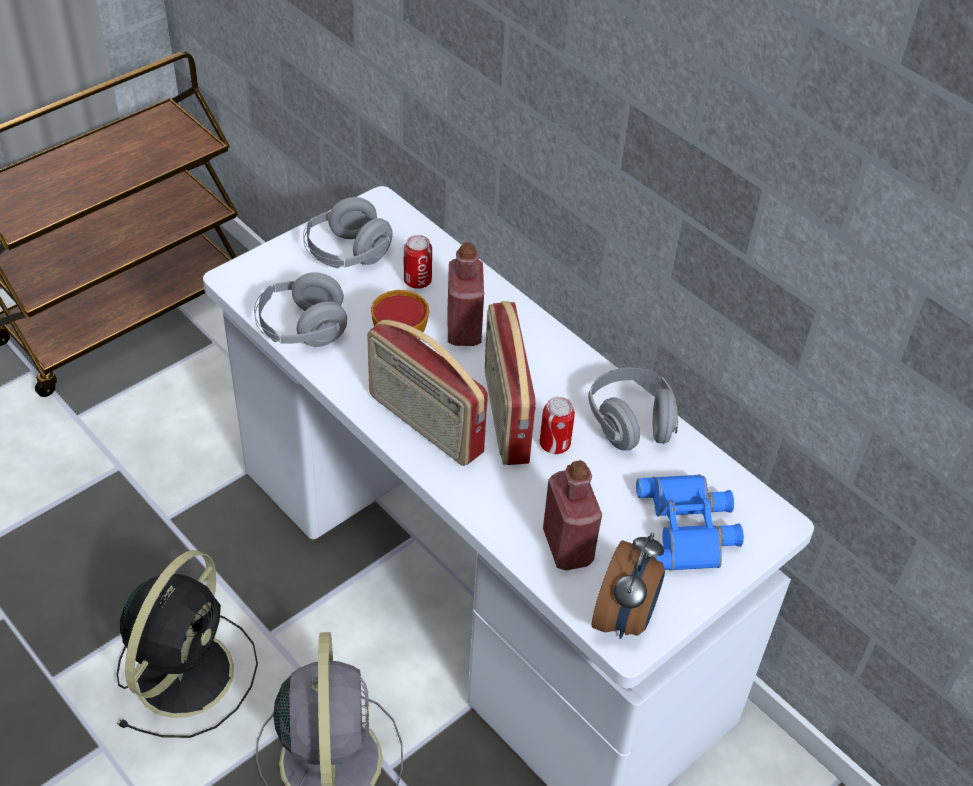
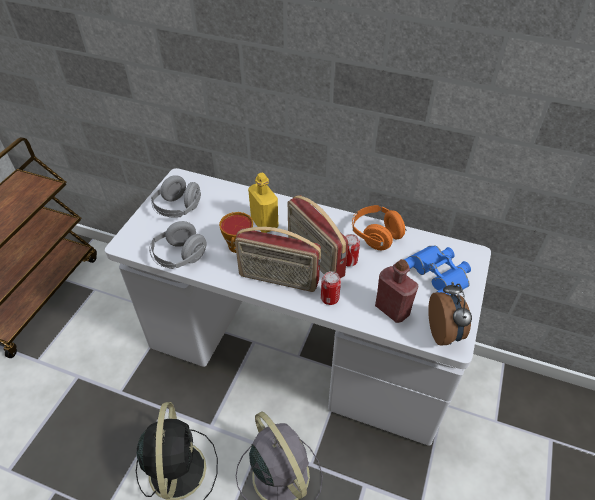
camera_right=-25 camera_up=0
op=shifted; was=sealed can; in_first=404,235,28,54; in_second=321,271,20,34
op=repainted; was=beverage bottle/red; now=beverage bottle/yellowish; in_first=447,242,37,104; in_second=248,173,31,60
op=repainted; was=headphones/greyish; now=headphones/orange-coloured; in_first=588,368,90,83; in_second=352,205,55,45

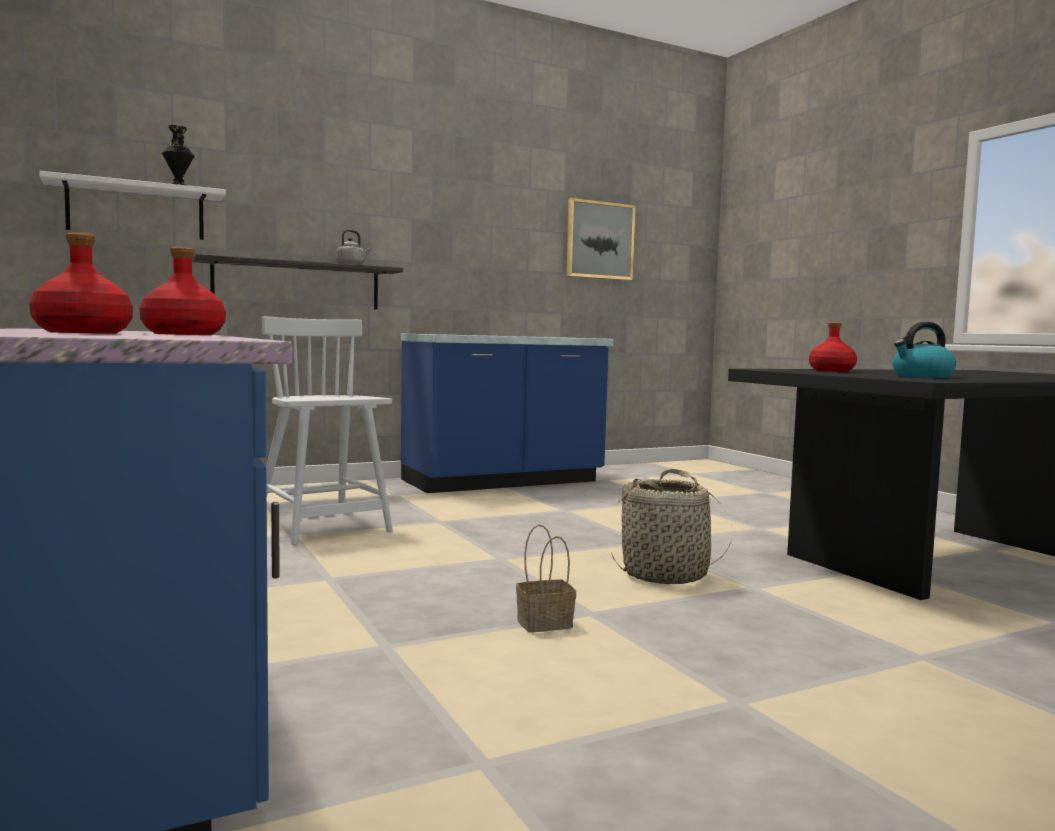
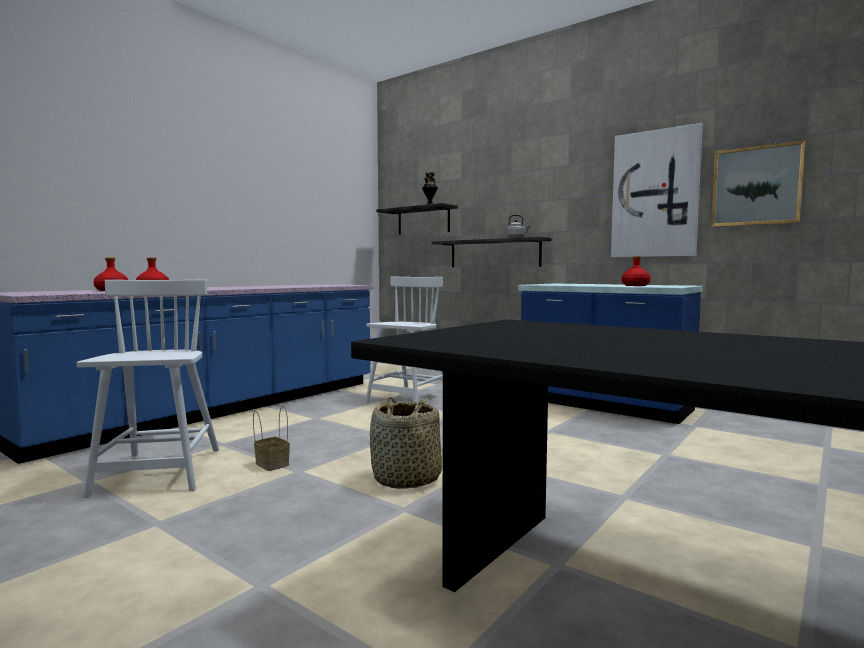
camera_right=65 camera_up=0
op=repainted; was=wall shelf/white-coloured; now=wall shelf/black-coloured; in_first=39,171,187,69; in_second=376,203,82,32
op=shifted; was=beverage bottle/red; in_first=809,322,48,50; in_second=622,256,29,30
op=gone; was=kettle; in_first=892,322,64,56
op=new; now=wall art; in_second=611,123,92,134
op=new; now=plain chair/white-coloured; in_second=77,279,142,219

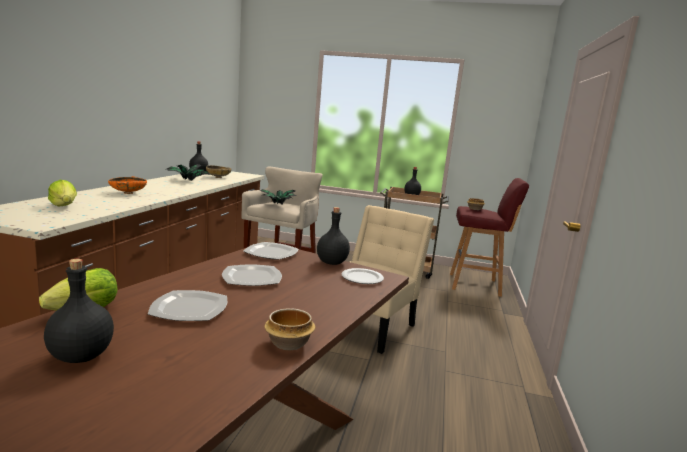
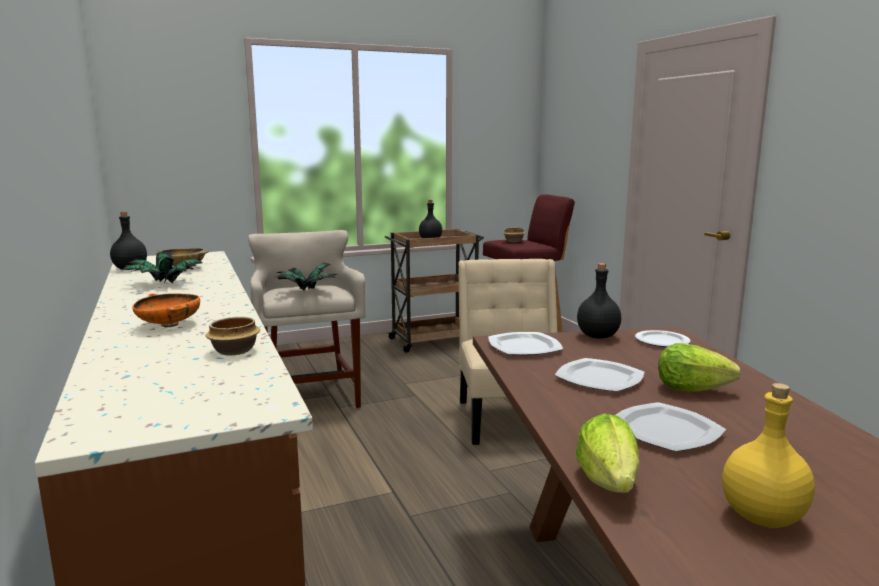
camera_right=-35 camera_up=0
op=shifted; was=lettuce head; in_first=48,180,29,26; in_second=658,343,83,49
op=repainted; was=beverage bottle/black-coloured; now=beverage bottle/yellowish; in_first=44,259,70,104; in_second=722,383,93,145
op=shifted; was=deep dish; in_first=264,308,51,42; in_second=206,317,54,39

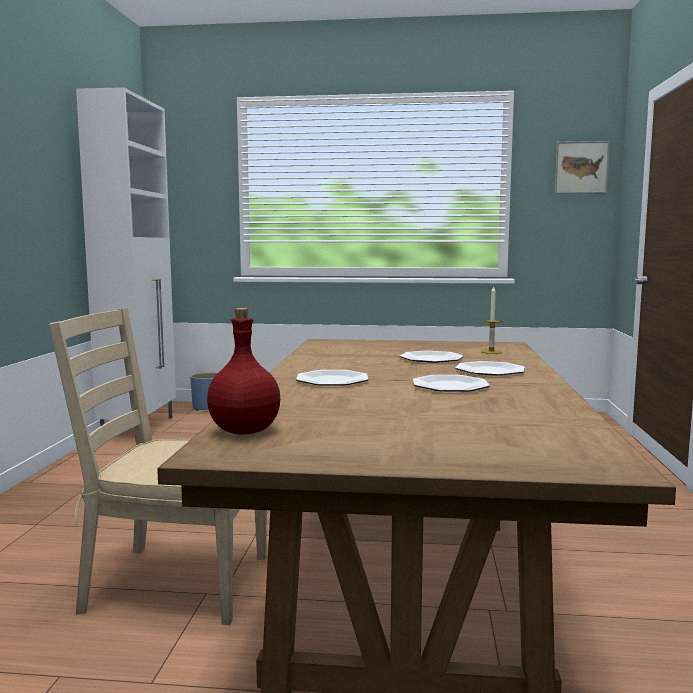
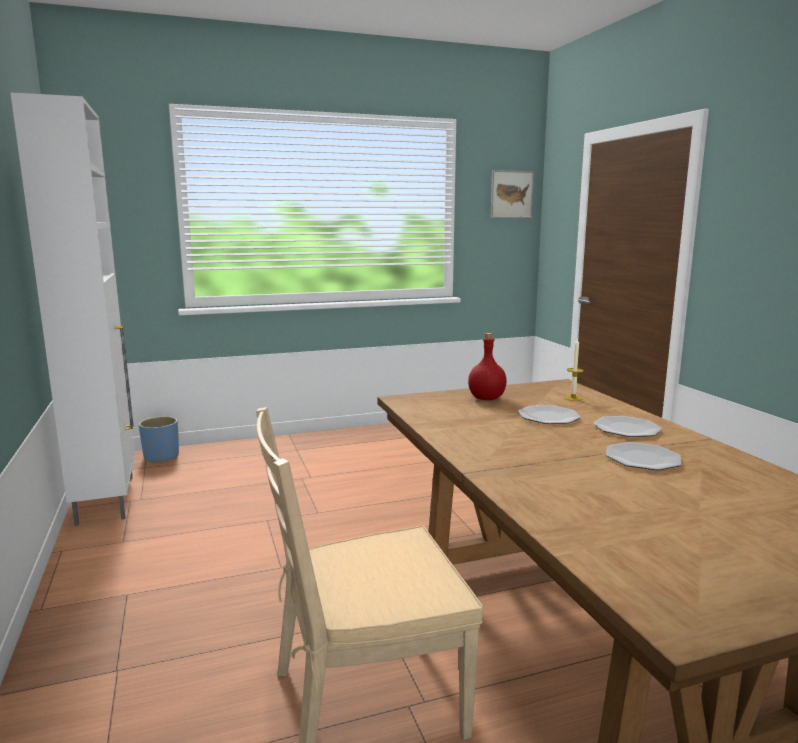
camera_right=-25 camera_up=5
op=shifted; was=beverage bottle/red; in_first=207,308,73,126; in_second=468,333,39,67
op=gone; was=flat dish; in_first=296,370,73,16

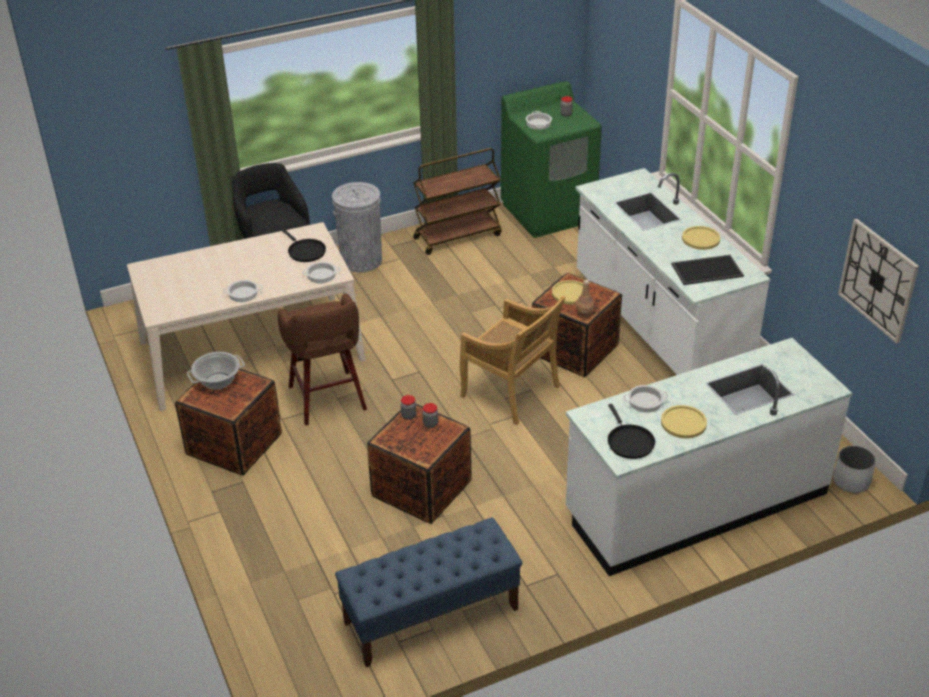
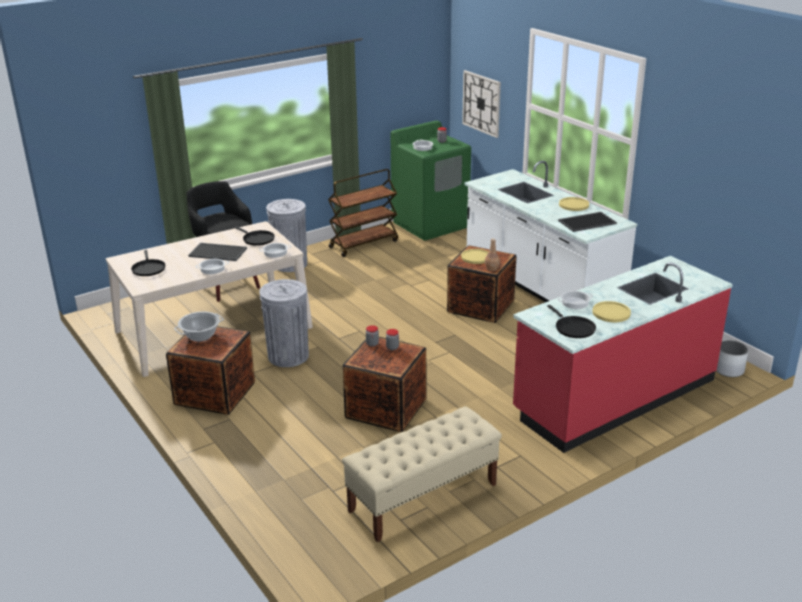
camera_right=-10 camera_up=-10
op=shifted; was=wall clock; in_first=838,219,81,125; in_second=462,70,39,68
op=swapped; was=sitting stool/brownish; now=rubbish bin/greyish; in_first=278,293,89,133; in_second=259,279,50,88
op=gone; was=plain chair/sand-coloured; in_first=460,296,105,129
op=repainted; was=kitchen base unit/white-coloured; now=kitchen base unit/red; in_first=566,338,286,238; in_second=513,256,220,197
op=repainted; was=long seat/bluish; now=long seat/sand-coloured; in_first=335,517,187,150; in_second=342,406,160,136
op=new; now=carrying tray; in_second=188,243,59,18
op=new; now=skillet/black-coloured; in_second=131,250,34,26

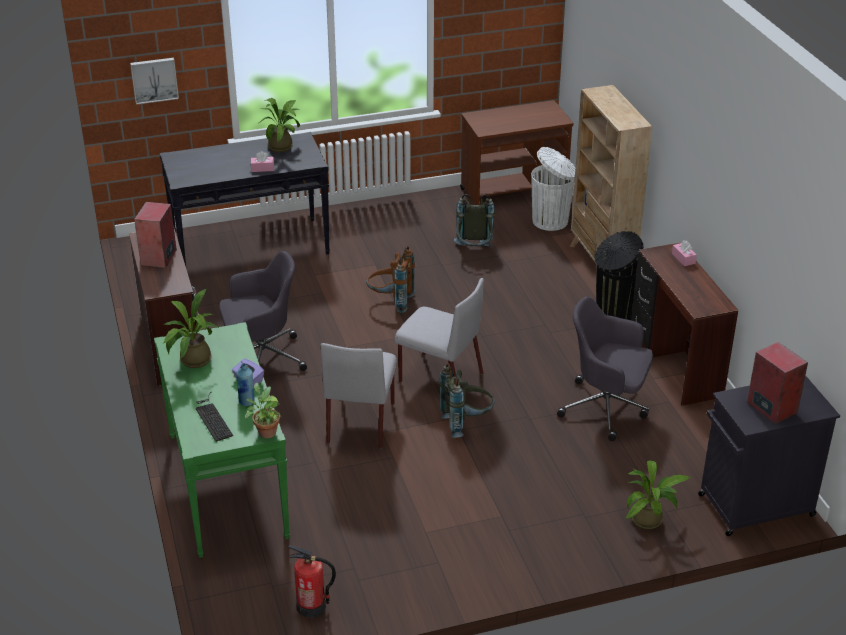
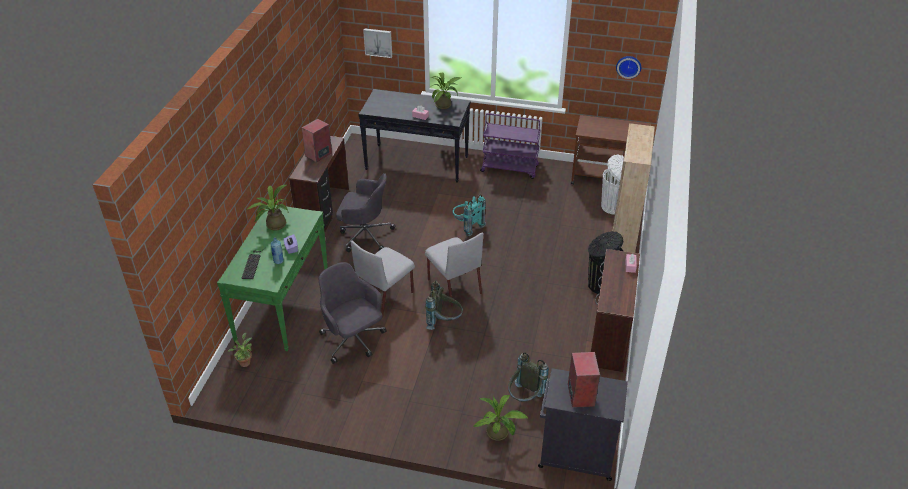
camera_right=30 camera_up=5
op=shifted; was=knapsack/greyish; in_first=454,194,41,52; in_second=508,352,41,50
op=repainted; was=knapsack/brownish; now=knapsack/turquoise-coloured; in_first=366,246,49,67; in_second=452,194,34,42
op=shifted; was=office chair/greyish; in_first=557,296,96,145; in_second=318,262,69,102
op=shifted; was=plant in a pot; in_first=245,383,37,55; in_second=228,333,24,34
op=gone; was=extinguisher; in_first=289,545,47,72
op=new; now=wall clock; in_second=616,56,25,23
op=new; now=wheeled cart/purple; in_second=480,113,61,66

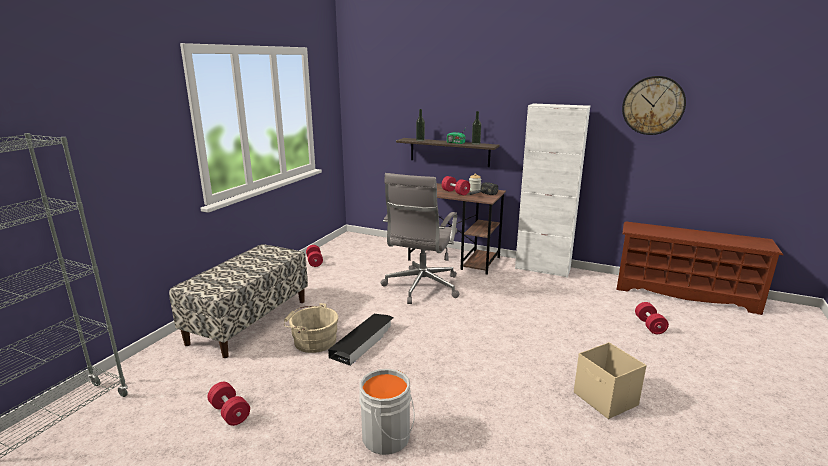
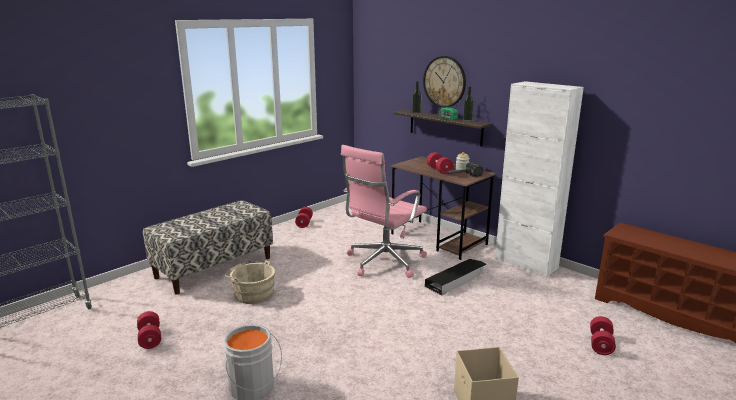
camera_right=20 camera_up=0
op=shifted; was=wall clock; in_first=622,76,64,59; in_second=423,56,43,52
op=repainted; was=office chair/greyish; now=office chair/pink-coloured; in_first=381,173,79,131; in_second=341,145,86,133
op=shifted; was=storage box/black-coloured; in_first=328,314,65,52; in_second=425,259,62,36

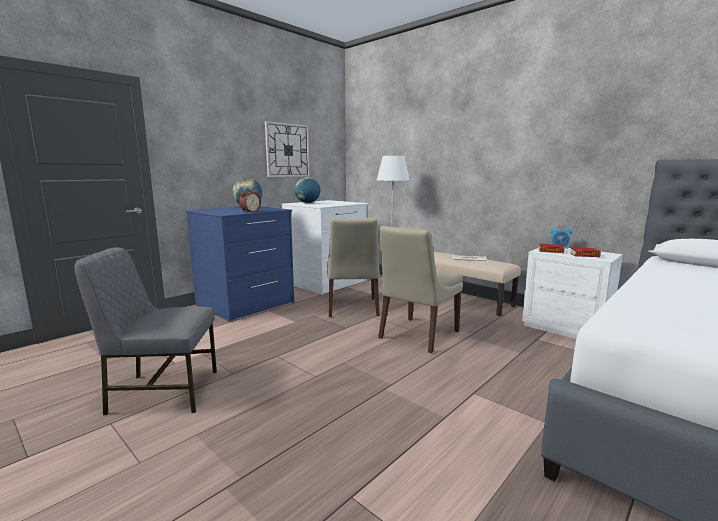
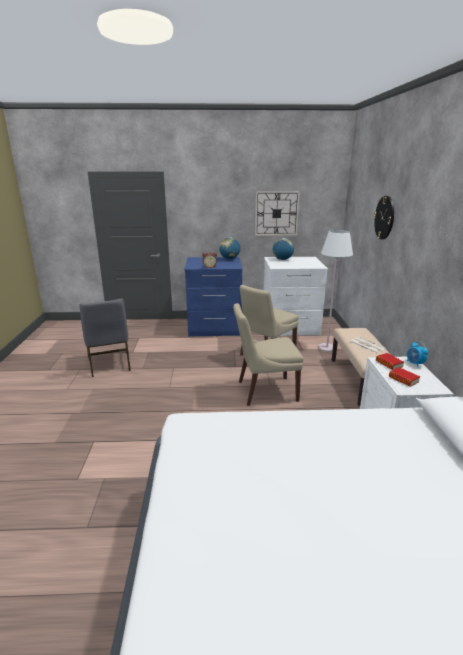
camera_right=45 camera_up=10
op=rotated; was=plain chair/greyish; in_first=74,247,143,168; in_second=79,298,52,79; clockwise=-150
op=new; now=wall clock; in_second=373,196,21,44

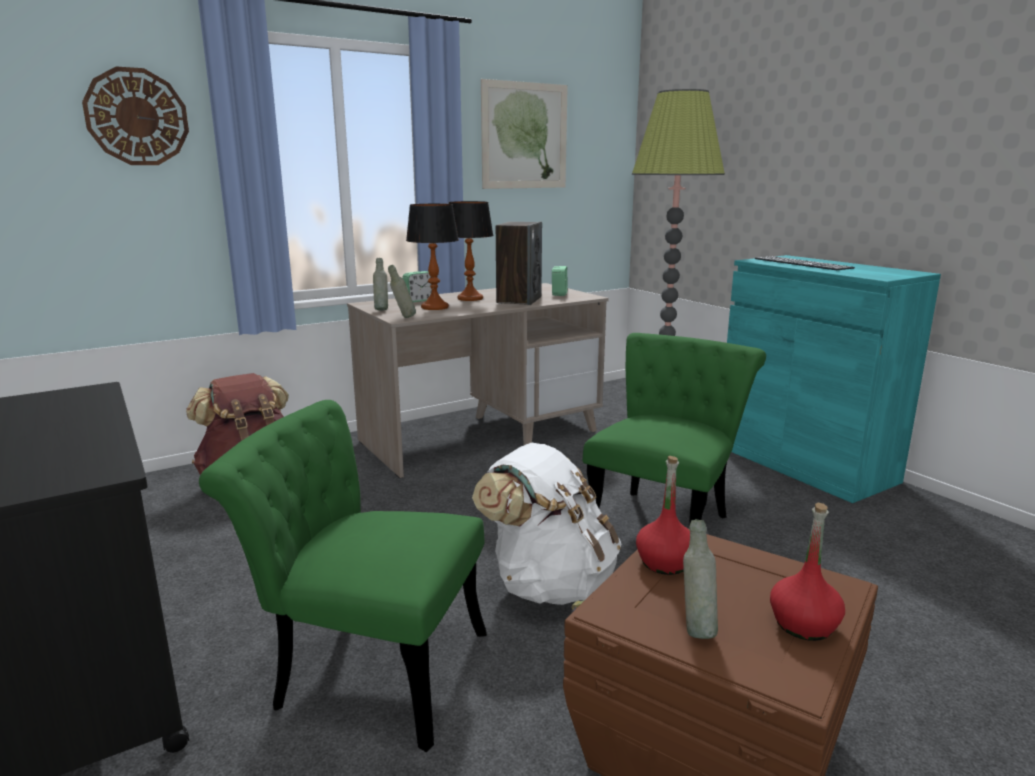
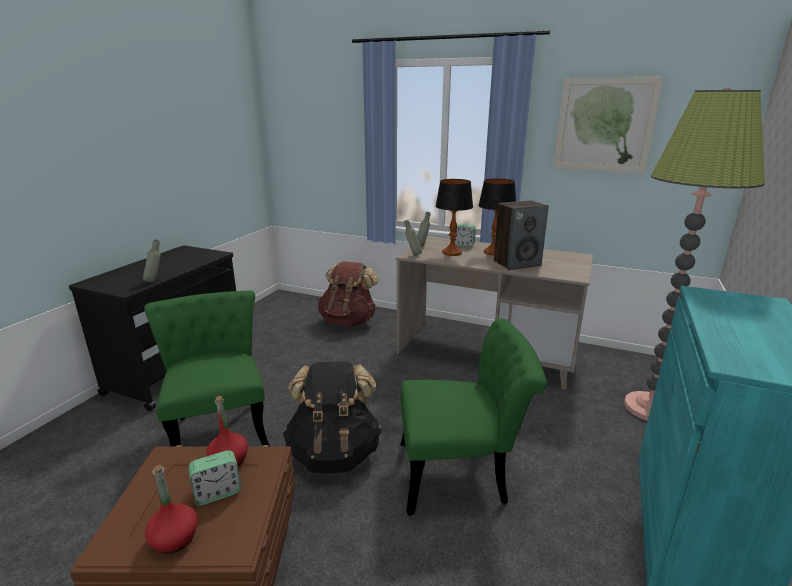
camera_right=55 camera_up=5
op=gone; was=wall clock; in_first=82,67,107,98
op=gone; was=computer keyboard; in_first=755,256,100,14
op=shifted; was=table clock; in_first=552,266,16,30; in_second=188,450,53,55
op=repainted; was=knapsack/white-coloured; now=knapsack/black-coloured; in_first=472,443,149,162; in_second=283,361,99,113
op=shifted; was=beverage bottle/greyish; in_first=683,519,35,120; in_second=143,239,17,43

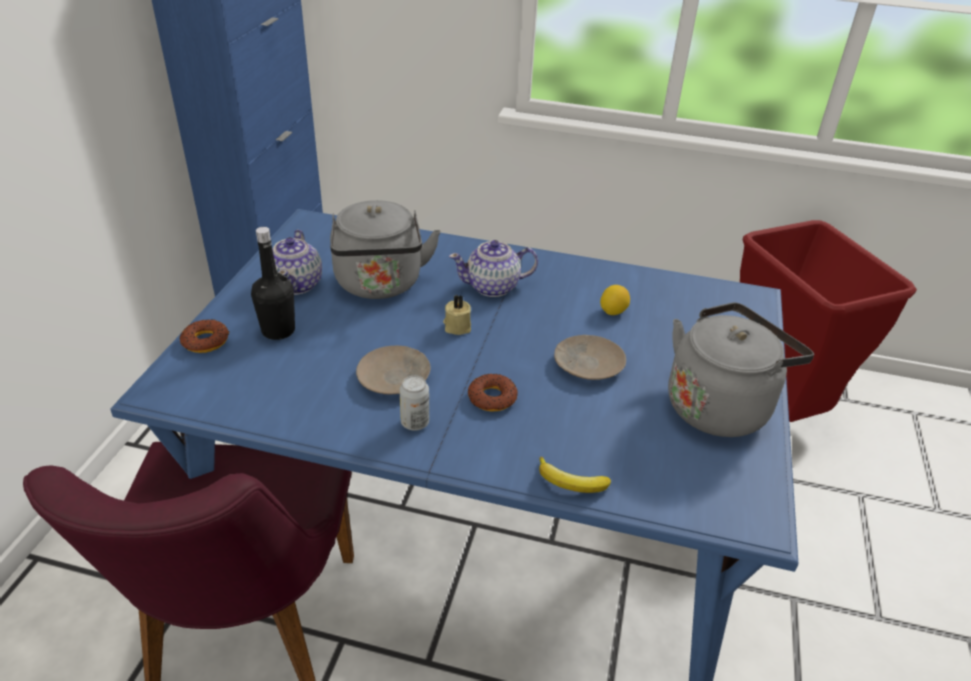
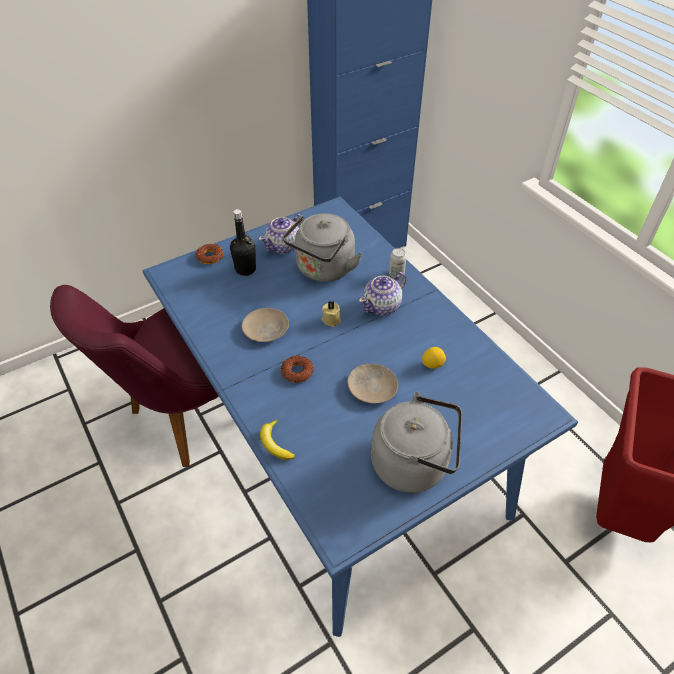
camera_right=45 camera_up=10
op=rotated; was=teapot; in_first=449,240,89,57; in_second=359,272,47,44; clockwise=-75
op=shifted; was=sealed can; in_first=399,376,30,54; in_second=389,248,17,30

